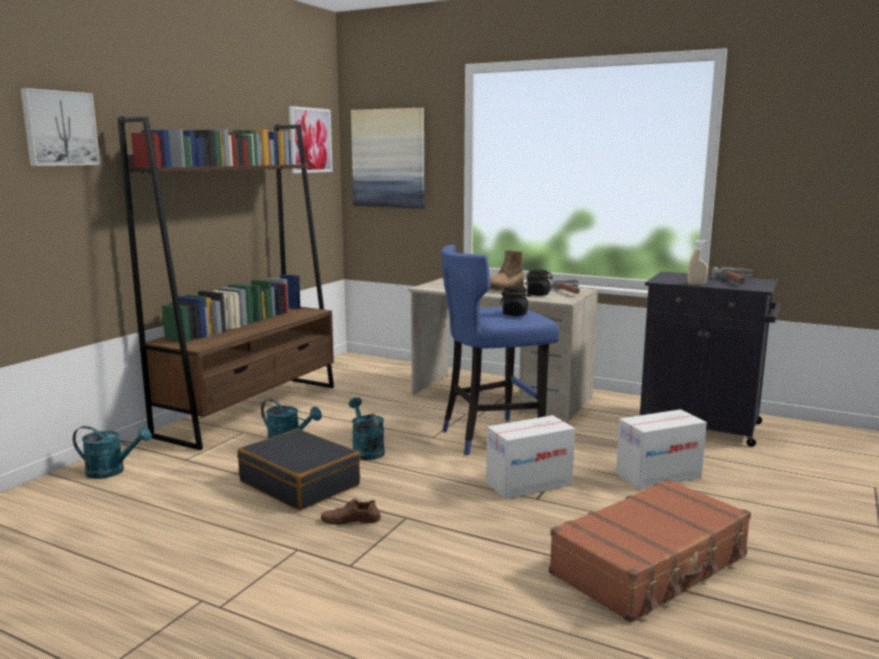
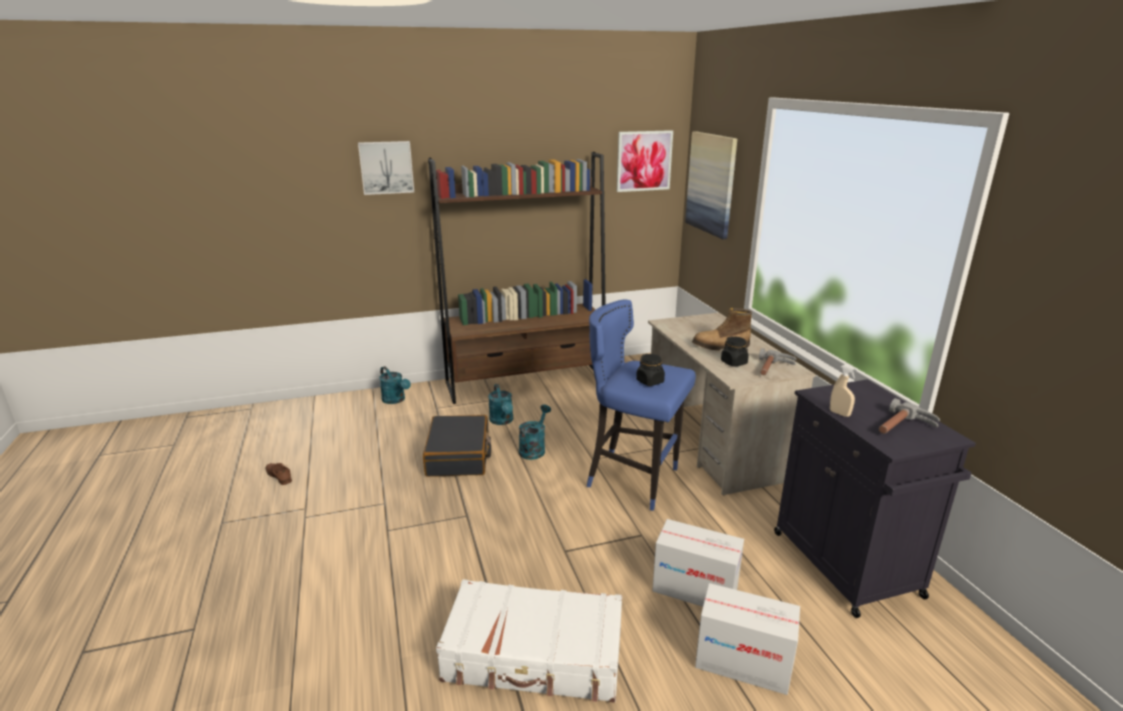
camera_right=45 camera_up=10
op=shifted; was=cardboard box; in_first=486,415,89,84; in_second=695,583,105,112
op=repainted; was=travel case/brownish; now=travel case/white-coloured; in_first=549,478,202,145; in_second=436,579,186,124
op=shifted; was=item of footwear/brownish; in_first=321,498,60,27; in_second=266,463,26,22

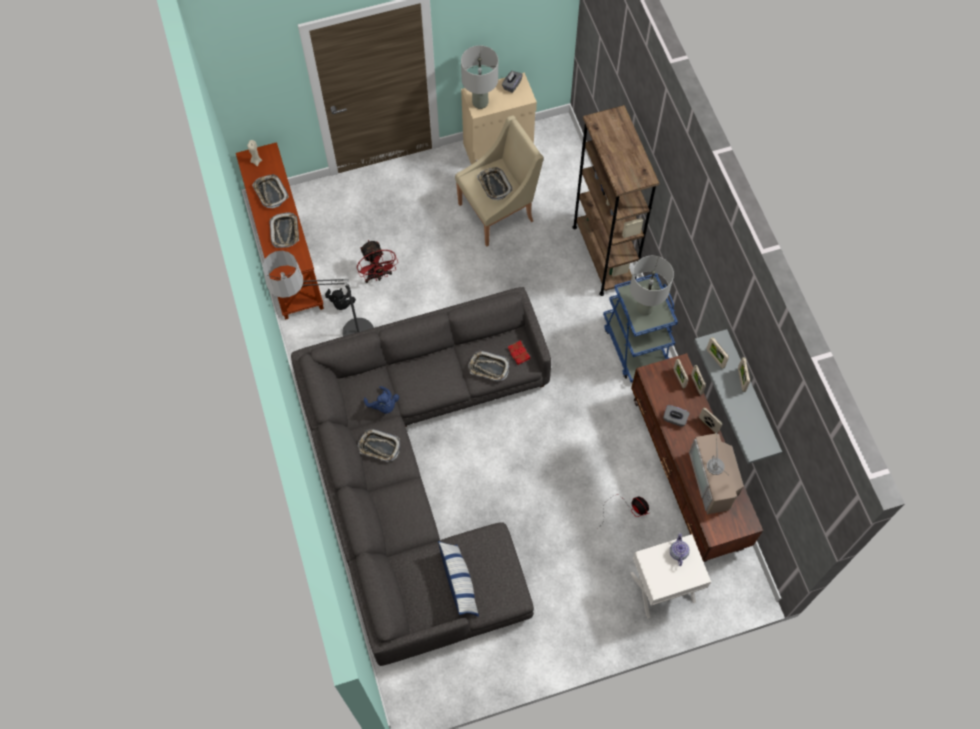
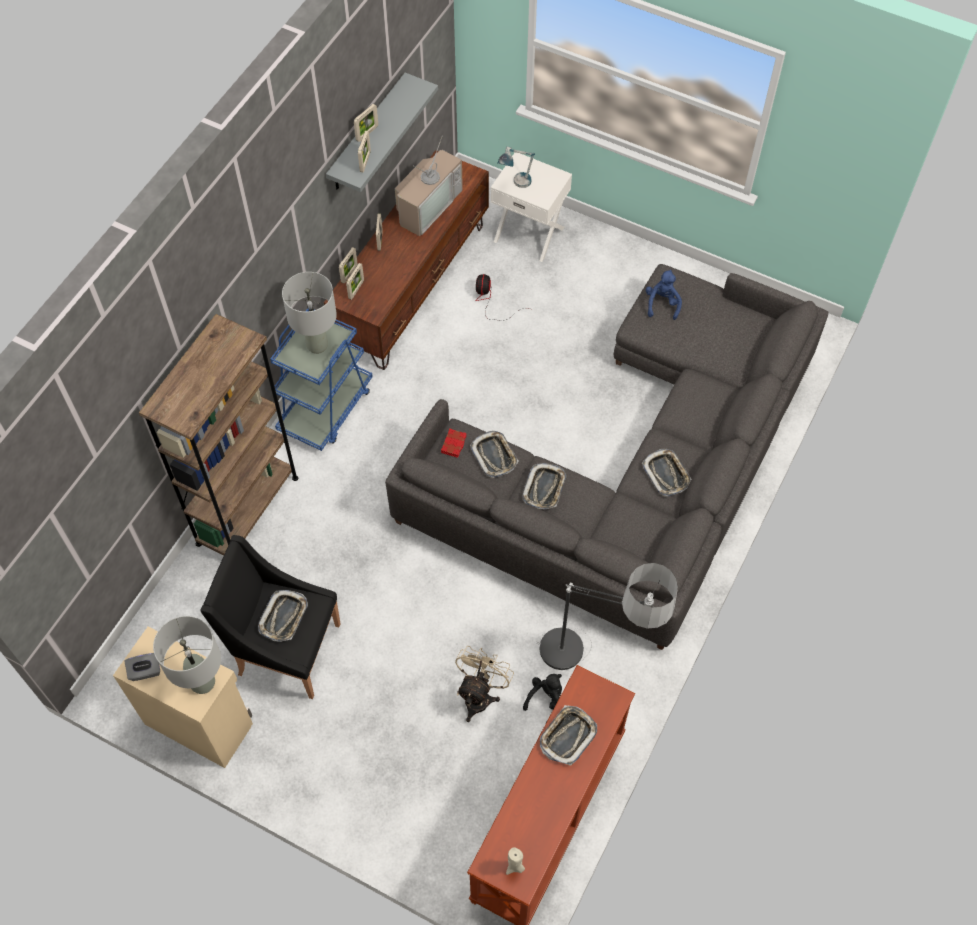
camera_right=-135 camera_up=-5
op=repainted; was=lounge chair/sand-coloured; now=lounge chair/black-coloured; in_first=455,115,89,131; in_second=200,535,140,164
op=shifted; was=carrying tray; in_first=252,174,37,34; in_second=522,463,44,46
op=repainted; was=cooling fan/red; now=cooling fan/sand-coloured; in_first=357,240,41,43; in_second=455,646,59,76
op=shifted; was=cuddly toy/bluish; in_first=364,386,35,28; in_second=646,270,36,50
op=gone; was=box of tissues/greyish; in_first=663,405,27,22
op=swapped; was=teapot; now=table lamp; in_first=670,533,20,33; in_second=498,146,37,42
op=gone; was=throw pillow; in_first=438,541,41,76

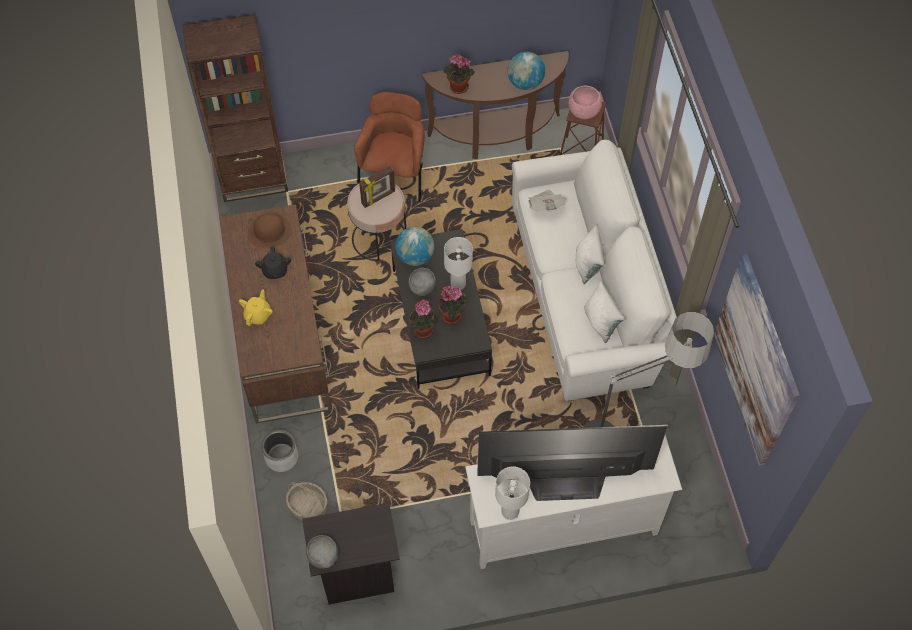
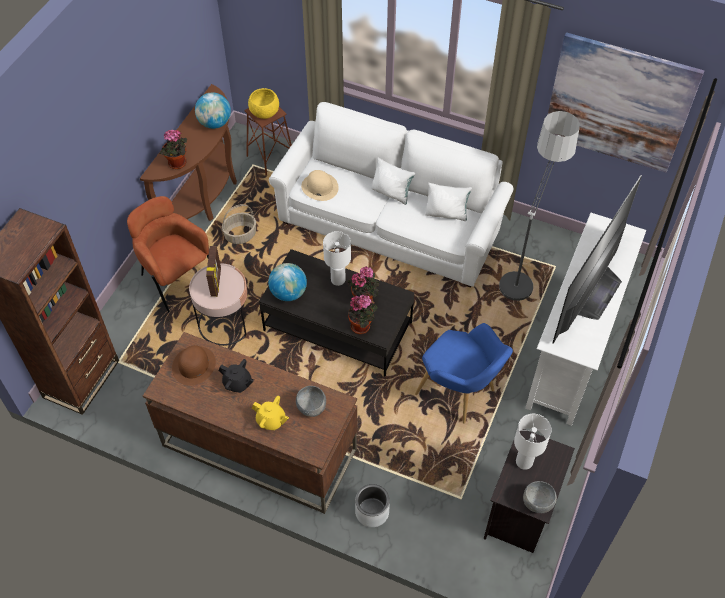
camera_right=-55 camera_up=-5
op=repainted; was=deep dish/pink-coloured; now=deep dish/yellowish; in_first=569,86,33,33; in_second=248,88,31,31
op=swapped; was=daily paper; now=wearable hat/sand-coloured; in_first=528,190,38,22; in_second=301,170,38,31
op=shifted; was=deep dish/greyish; in_first=409,268,27,28; in_second=296,386,30,31
op=rotated; was=teapot/yellowish; in_first=239,289,34,37; in_second=252,396,37,34; clockwise=150
op=shifted; was=table lamp/white-coloured; in_first=495,466,35,54; in_second=514,414,37,56
op=shifted; was=storage basket; in_first=286,482,41,38; in_second=222,204,34,40
op=new; now=lounge chair/bluish; in_second=415,323,98,100

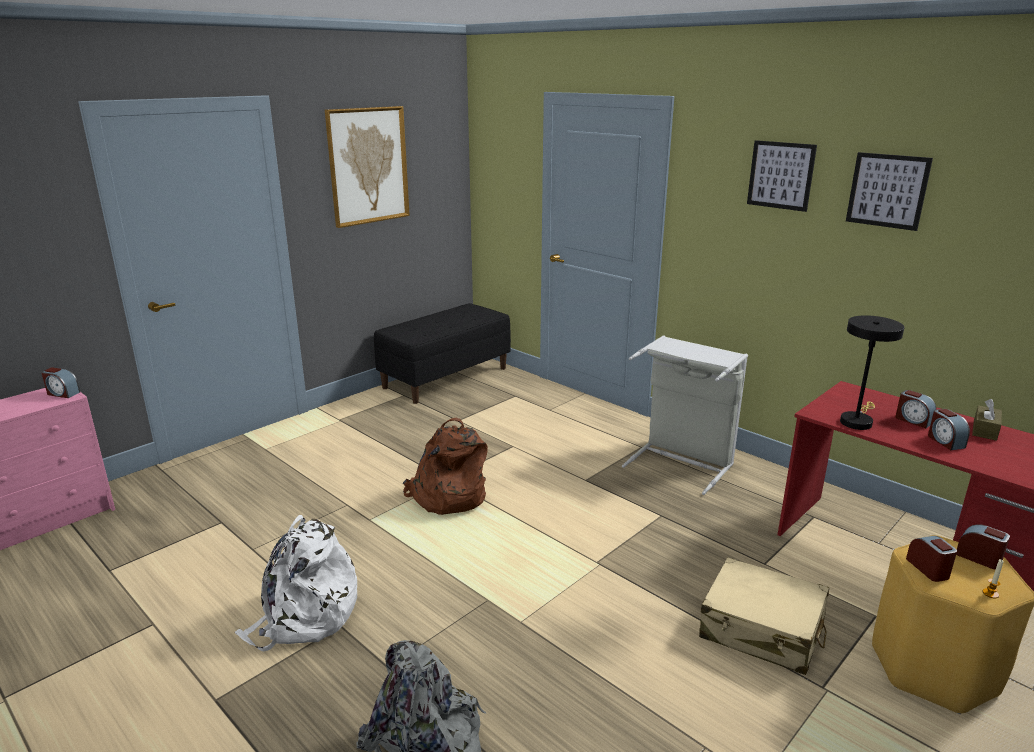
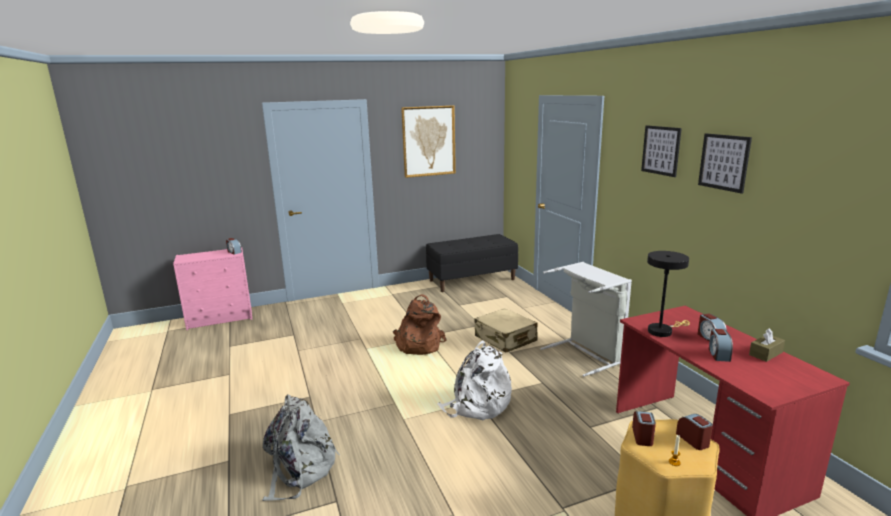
camera_right=25 camera_up=-5
op=shifted; was=knapsack/white-coloured; in_first=234,515,123,136; in_second=437,341,75,79
op=shifted; was=travel case/sand-coloured; in_first=699,557,130,118; in_second=474,308,64,45

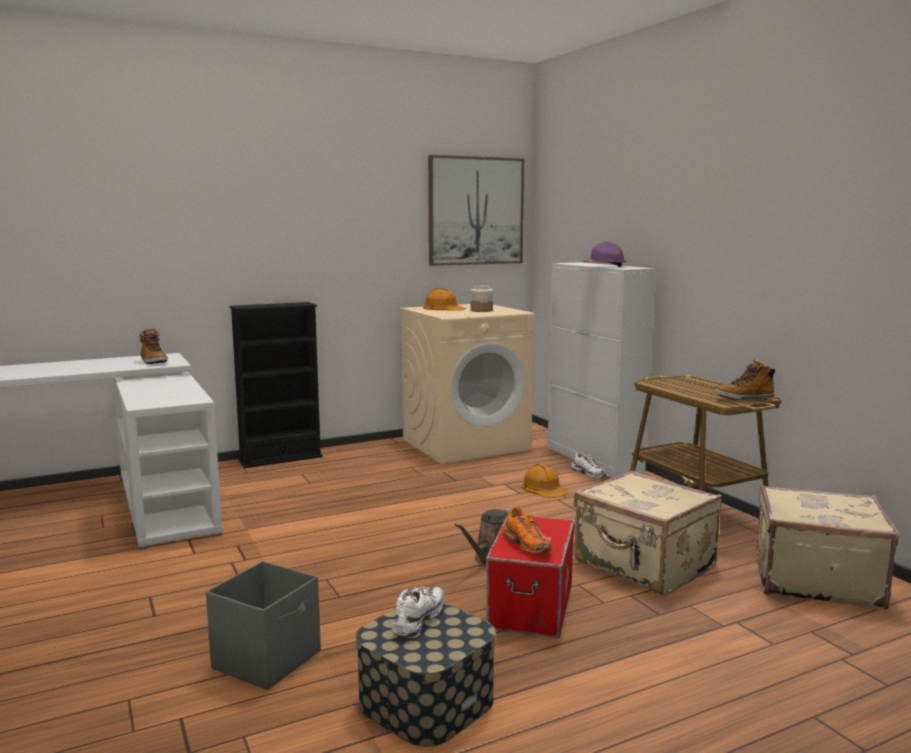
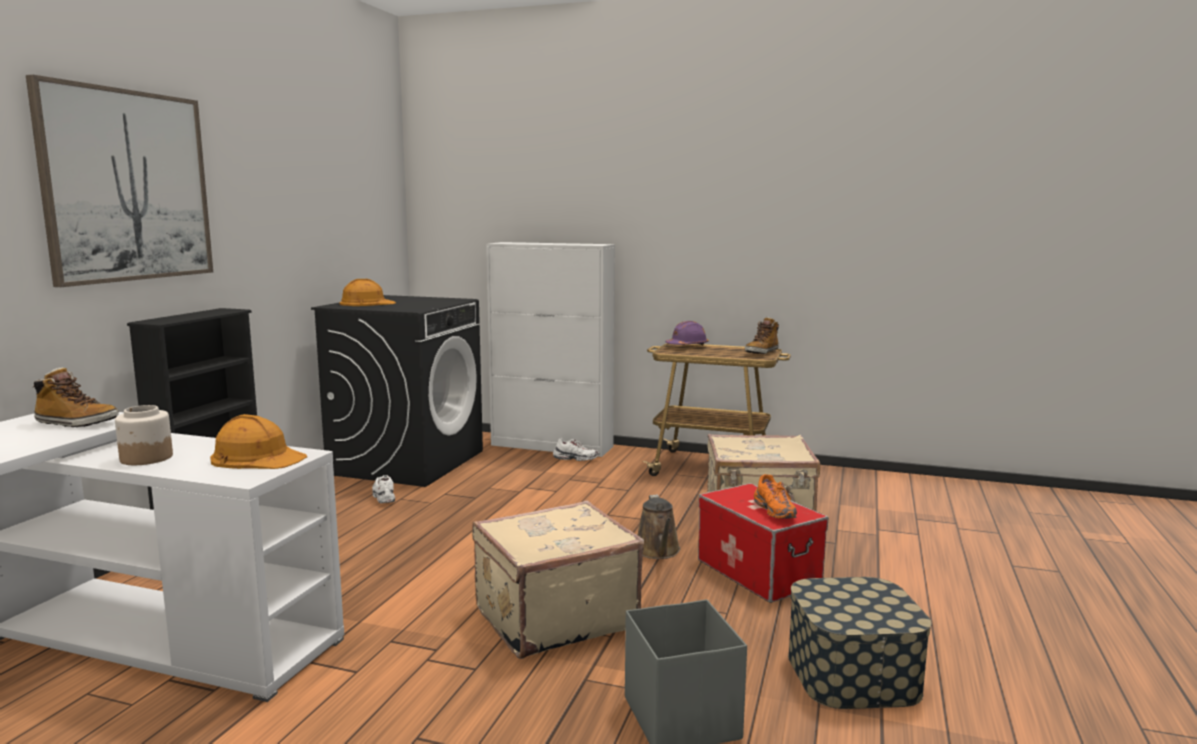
camera_right=-45 camera_up=0
op=shifted; was=wall art; in_first=428,155,96,111; in_second=26,75,187,212
op=shifted; was=safety helmet/purple; in_first=583,242,43,25; in_second=665,321,43,25
op=shifted; was=storage jar; in_first=471,286,22,26; in_second=115,405,58,60
op=repainted; was=laundry machine/sand-coloured; now=laundry machine/black-coloured; in_first=400,304,134,160; in_second=311,295,172,192
op=shifted; was=safety helmet/orange-coloured; in_first=521,464,46,34; in_second=210,414,97,55
op=shifted; was=travel case/sand-coloured; in_first=756,485,144,124; in_second=472,500,172,159
op=rotated; was=item of footwear/orange-coloured; in_first=503,507,48,47; in_second=754,474,43,45; clockwise=60
op=shifted; was=item of footwear/white-coloured; in_first=391,586,53,51; in_second=372,475,23,28

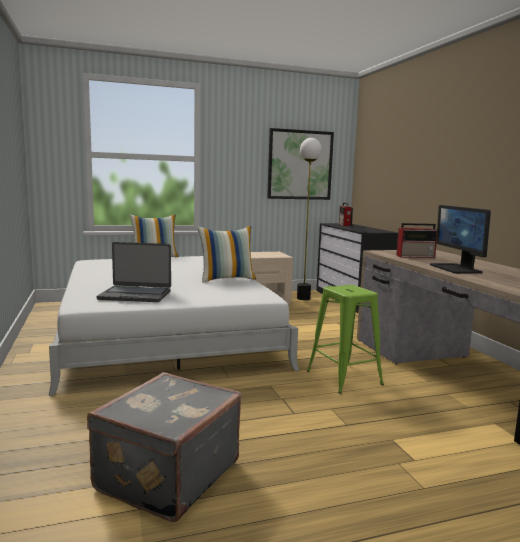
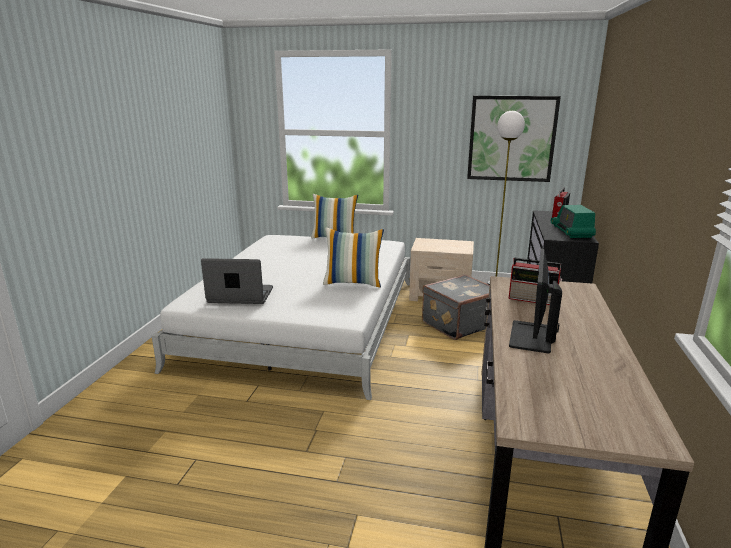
camera_right=30 camera_up=10
op=rotated; was=laptop; in_first=97,242,74,60; in_second=201,258,72,46; clockwise=150
op=gone; was=sitting stool/greenish; in_first=307,285,77,109
op=shifted; was=travel case/greyish; in_first=87,372,155,150; in_second=422,274,68,66
op=new; now=radio set; in_second=551,205,45,33

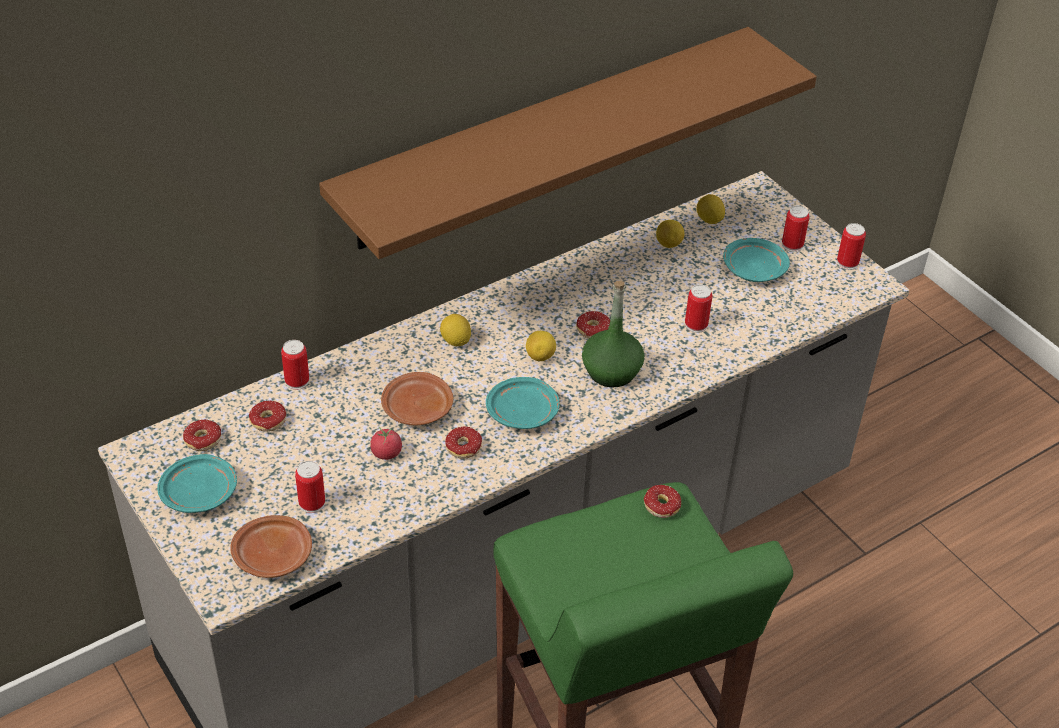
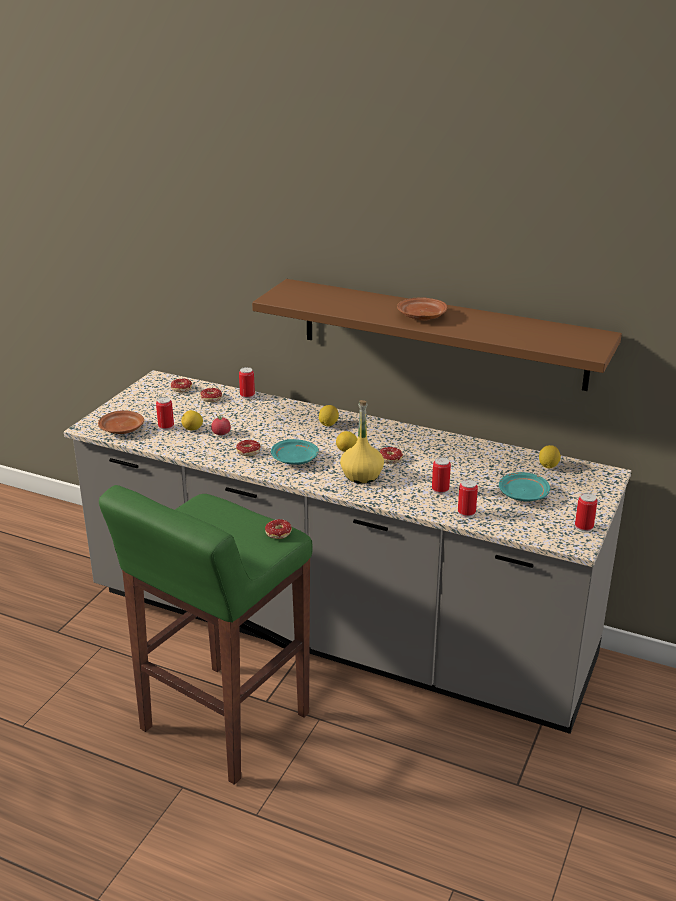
camera_right=60 camera_up=-15
op=shifted; was=sealed can; in_first=782,206,27,46; in_second=458,479,20,39
op=shifted; was=whole lemon; in_first=656,220,29,28; in_second=181,410,22,20
op=repainted; was=beverage bottle/greenish; now=beverage bottle/yellowish; in_first=582,281,62,107; in_second=340,400,44,84
op=shifted; was=flat dish/brownish; in_first=381,372,72,53; in_second=397,297,50,24
op=gone; was=flat dish/turquoise-coloured; in_first=157,454,80,59

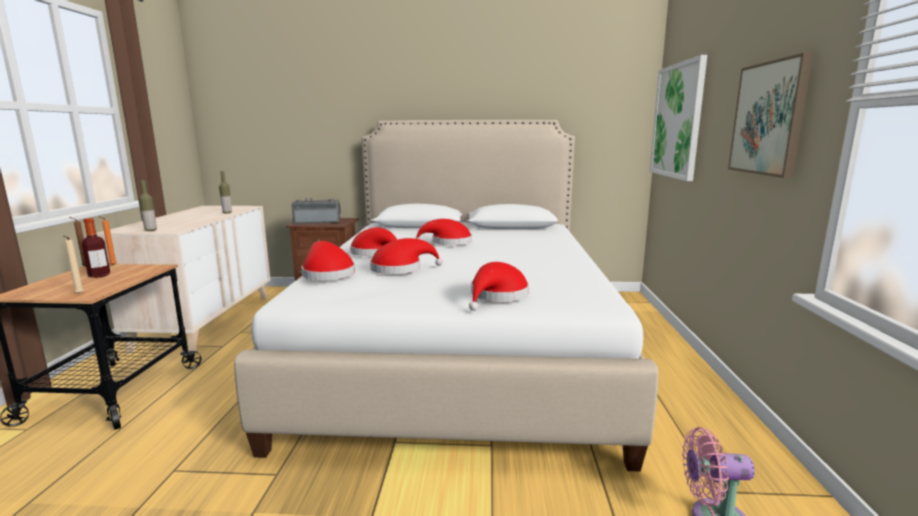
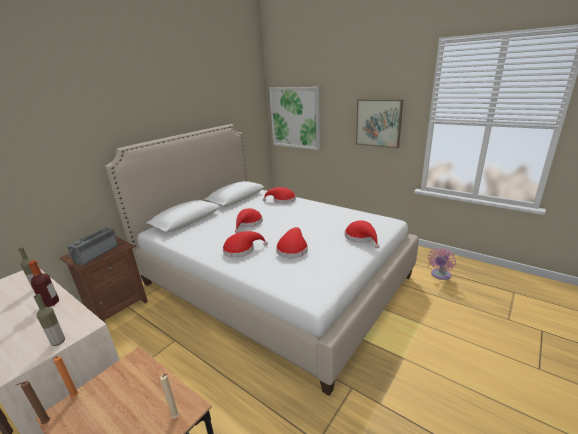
camera_right=-55 camera_up=10
op=shifted; was=beverage bottle; in_first=81,218,29,60; in_second=28,260,31,47
op=shifted; was=wearable hat/red; in_first=302,241,53,39; in_second=263,187,33,17

